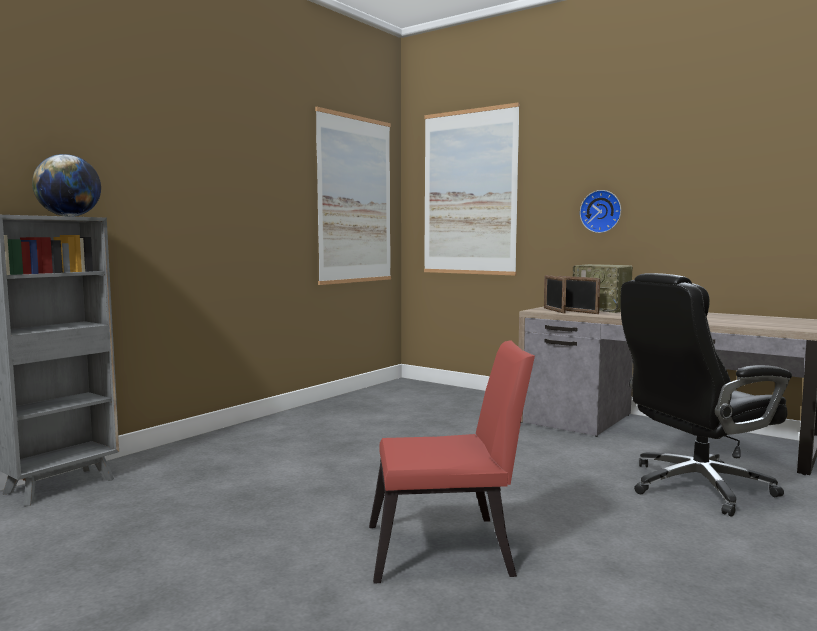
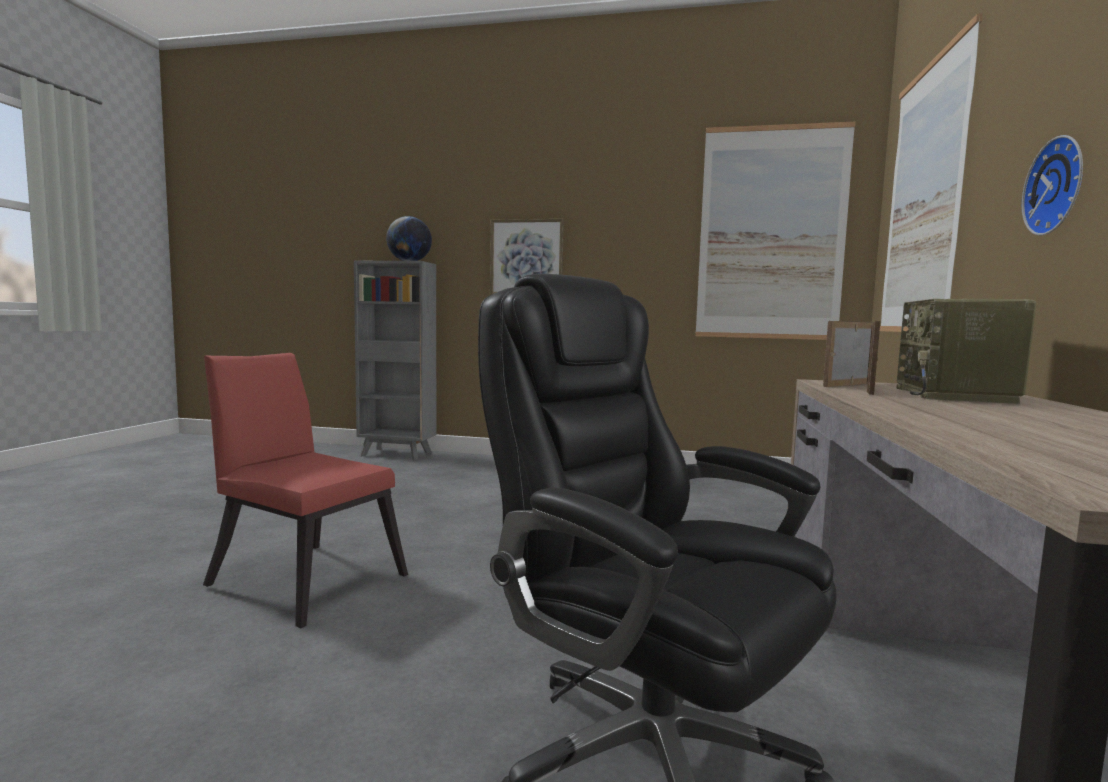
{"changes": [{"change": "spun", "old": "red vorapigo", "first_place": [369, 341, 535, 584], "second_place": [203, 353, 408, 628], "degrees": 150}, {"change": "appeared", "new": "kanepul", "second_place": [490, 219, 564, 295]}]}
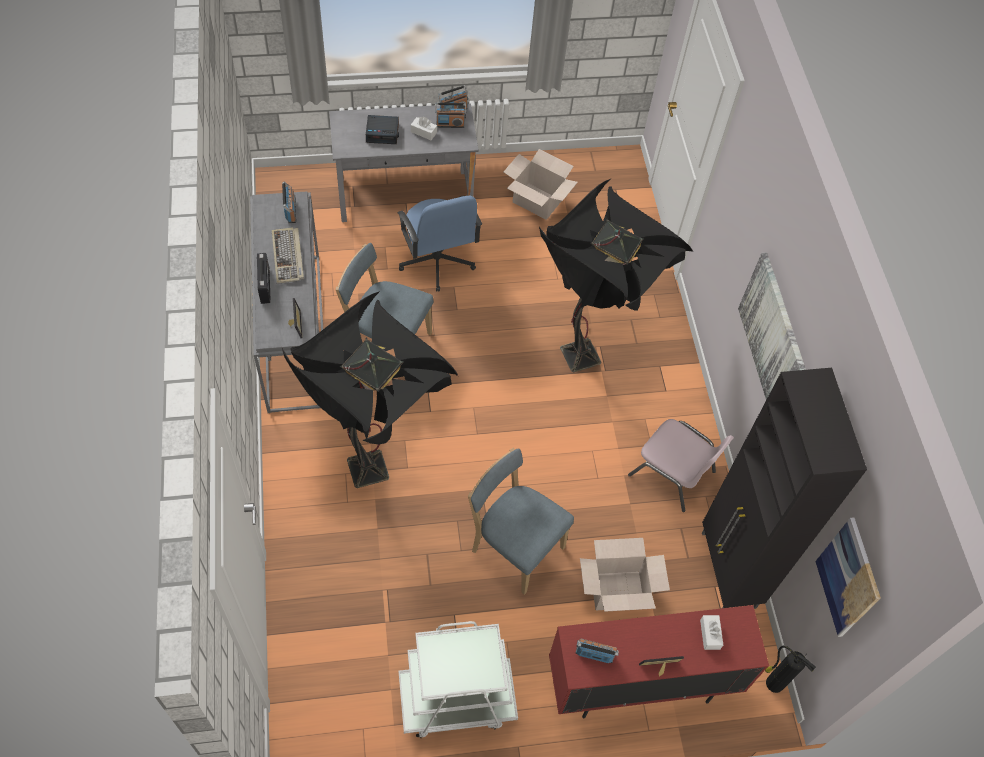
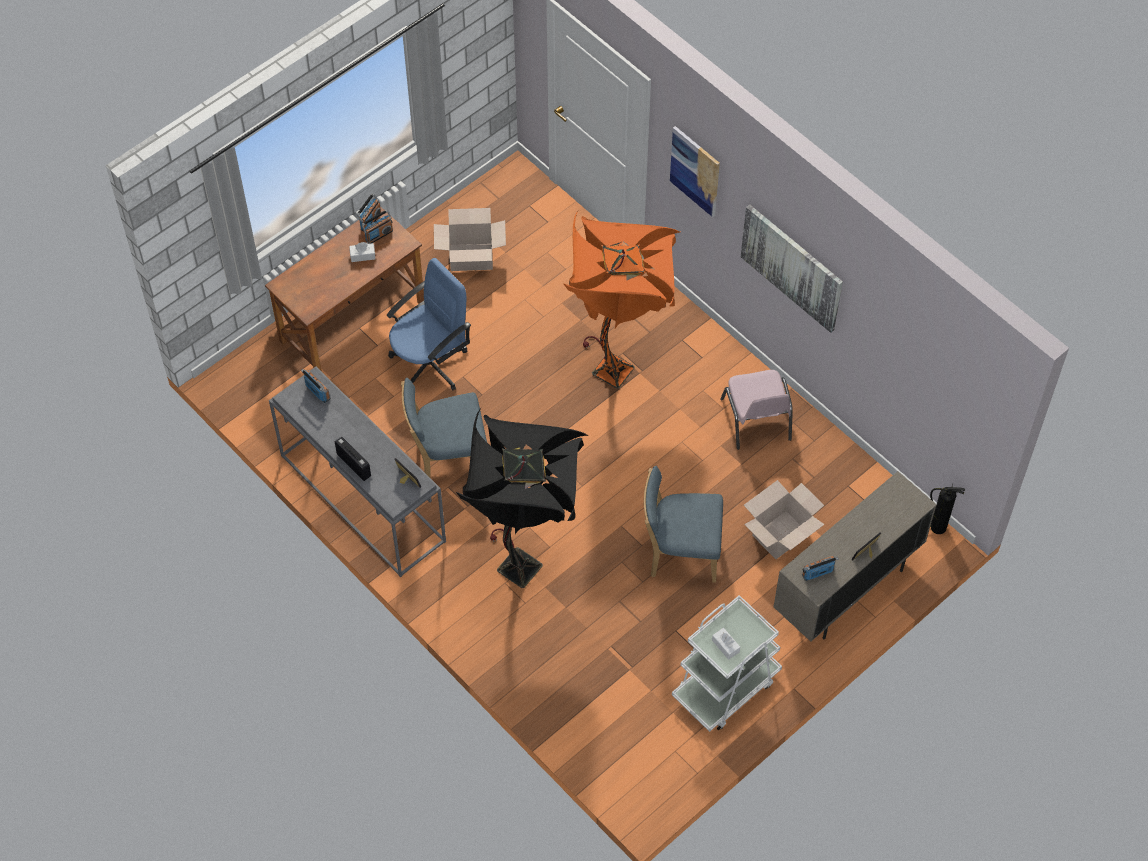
{"changes": [{"change": "colour", "old": "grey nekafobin", "new": "brown nekafobin", "first_place": [329, 103, 479, 222], "second_place": [265, 206, 424, 372]}, {"change": "spun", "old": "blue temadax", "first_place": [397, 196, 482, 292], "second_place": [387, 258, 471, 390], "degrees": -75}, {"change": "colour", "old": "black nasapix", "new": "orange nasapix", "first_place": [539, 179, 694, 372], "second_place": [563, 211, 680, 388]}, {"change": "relocated", "old": "kanepul", "first_place": [815, 517, 881, 637], "second_place": [670, 126, 720, 217]}, {"change": "relocated", "old": "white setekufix", "first_place": [700, 615, 723, 650], "second_place": [712, 628, 740, 660]}, {"change": "spun", "old": "pink vorapigo", "first_place": [628, 419, 734, 512], "second_place": [720, 370, 793, 450], "degrees": 75}, {"change": "colour", "old": "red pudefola", "new": "beige pudefola", "first_place": [549, 605, 769, 718], "second_place": [773, 471, 937, 642]}, {"change": "missing", "old": "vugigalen", "first_place": [272, 227, 304, 284]}, {"change": "missing", "old": "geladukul", "first_place": [366, 115, 399, 144]}, {"change": "missing", "old": "black pudefola", "first_place": [702, 368, 867, 609]}]}
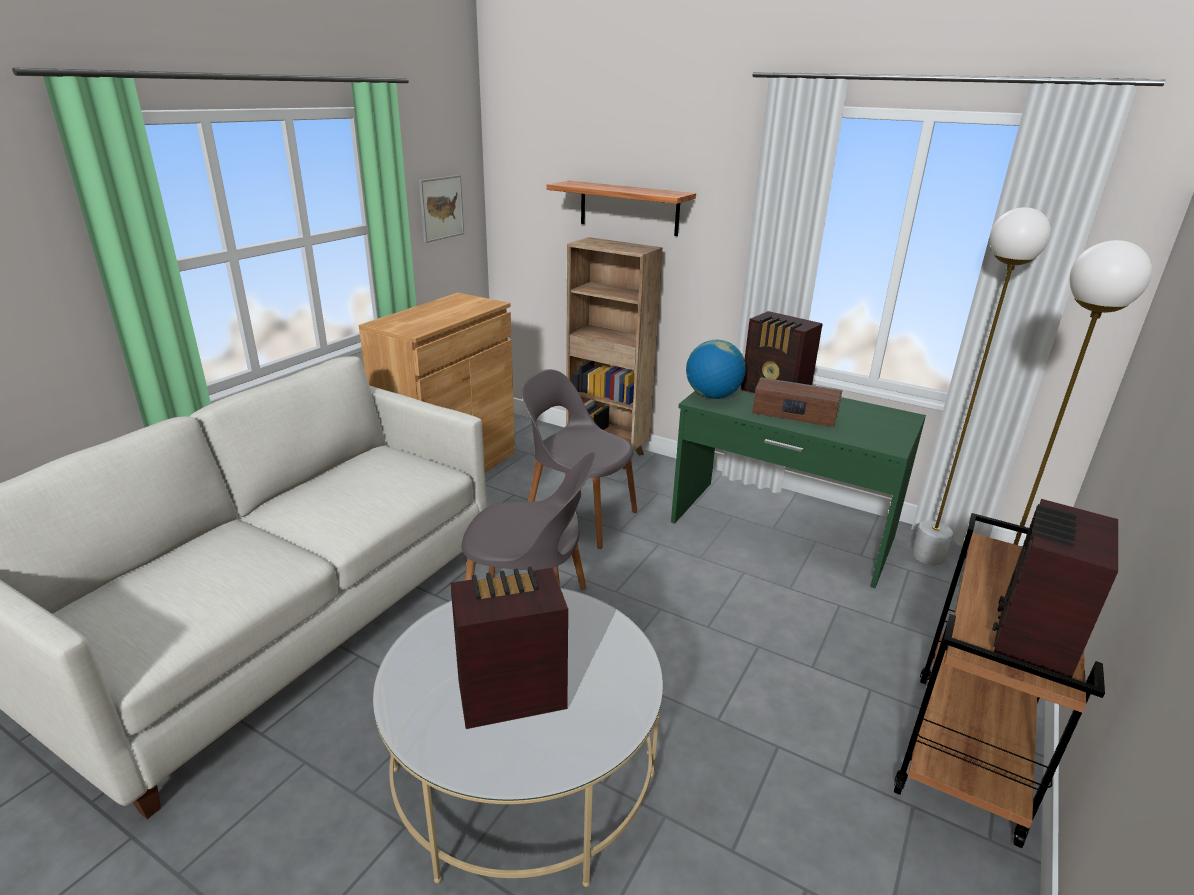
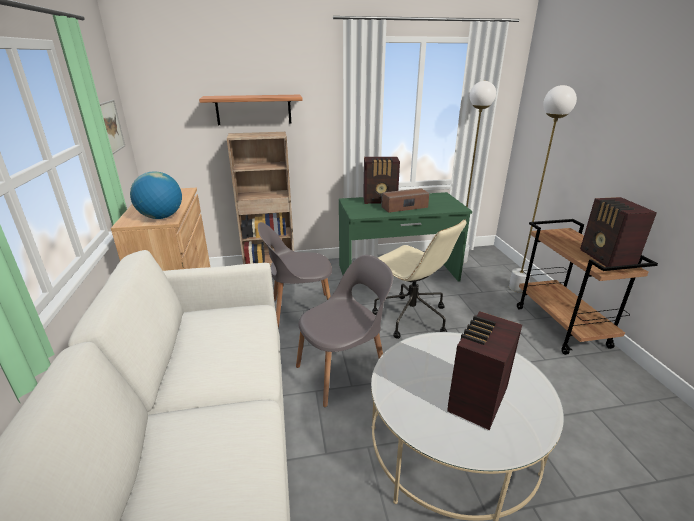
{"changes": [{"change": "relocated", "old": "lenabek", "first_place": [686, 340, 746, 399], "second_place": [130, 171, 182, 219]}, {"change": "appeared", "new": "beige temadax", "second_place": [372, 219, 467, 339]}]}
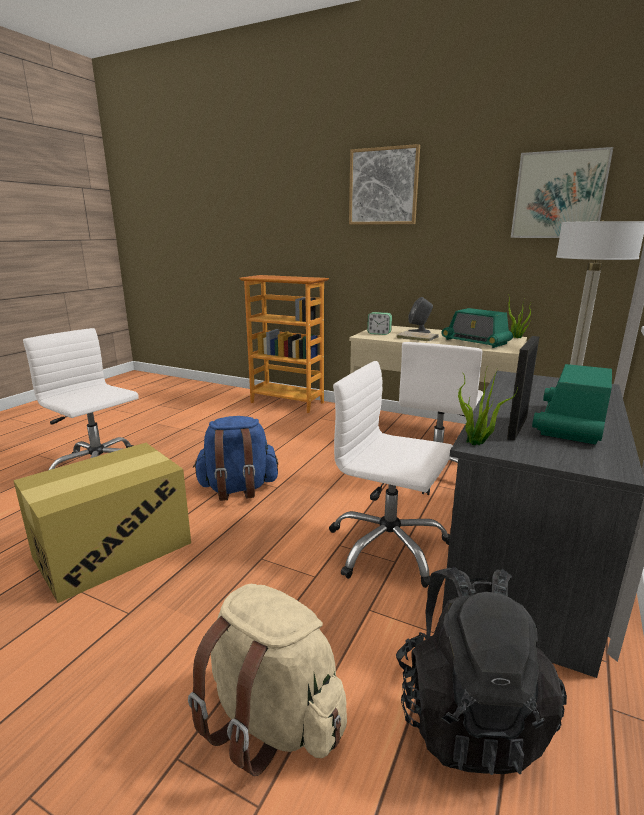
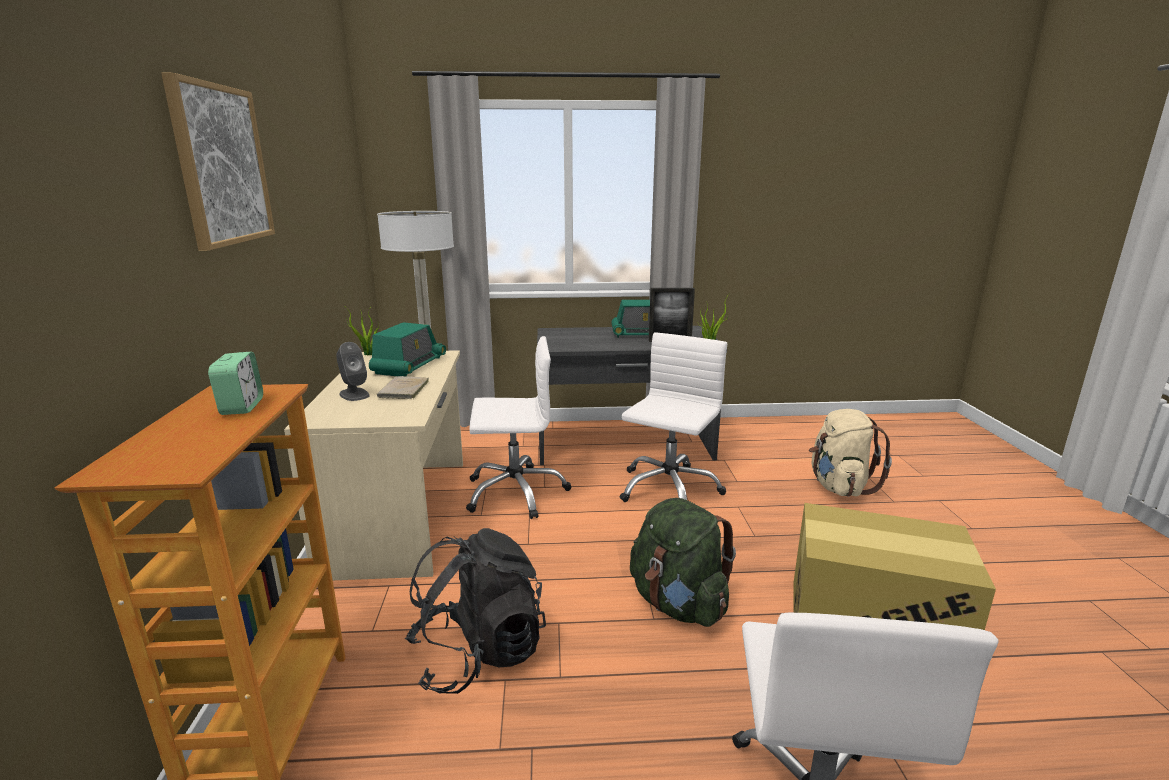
{"changes": [{"change": "relocated", "old": "geladukul", "first_place": [367, 312, 392, 335], "second_place": [208, 352, 263, 415]}, {"change": "relocated", "old": "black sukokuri", "first_place": [396, 567, 567, 775], "second_place": [405, 528, 546, 694]}, {"change": "spun", "old": "white temadax", "first_place": [329, 361, 453, 588], "second_place": [620, 332, 727, 502], "degrees": -150}, {"change": "colour", "old": "blue sukokuri", "new": "green sukokuri", "first_place": [193, 416, 278, 501], "second_place": [630, 498, 736, 627]}, {"change": "missing", "old": "kanepul", "first_place": [511, 147, 613, 238]}]}
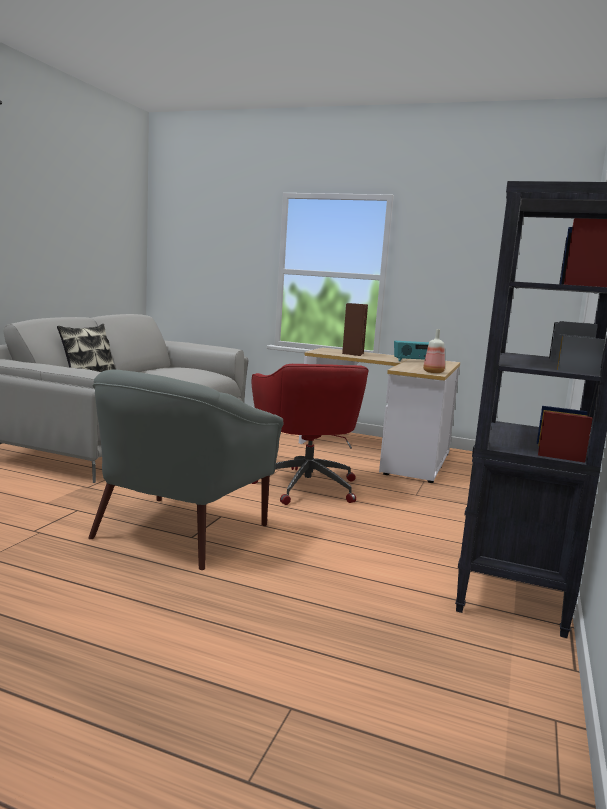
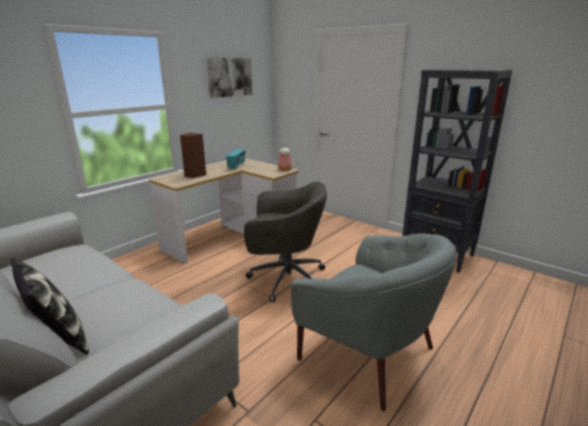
{"changes": [{"change": "appeared", "new": "kanepul", "second_place": [207, 58, 252, 98]}, {"change": "colour", "old": "red temadax", "new": "grey temadax", "first_place": [251, 364, 369, 505], "second_place": [244, 182, 327, 302]}]}
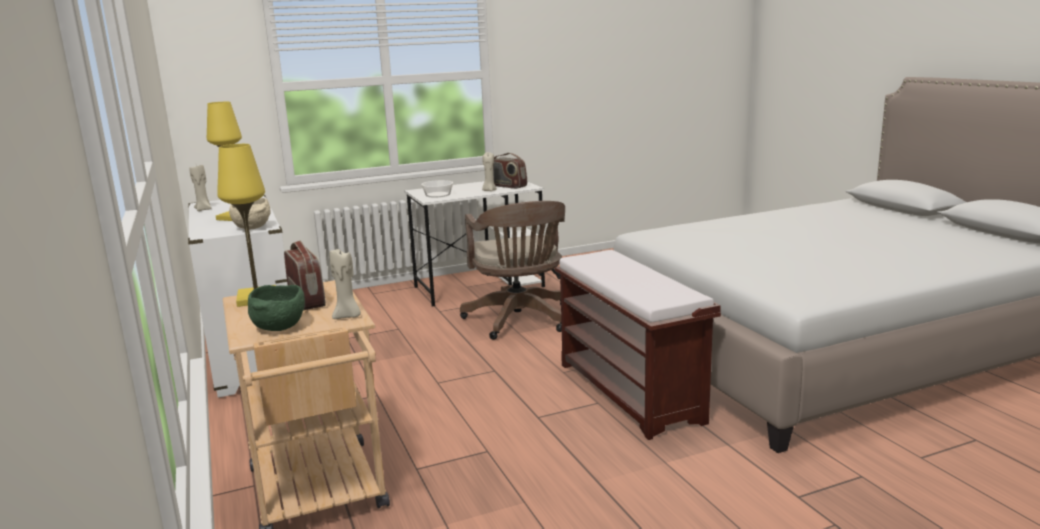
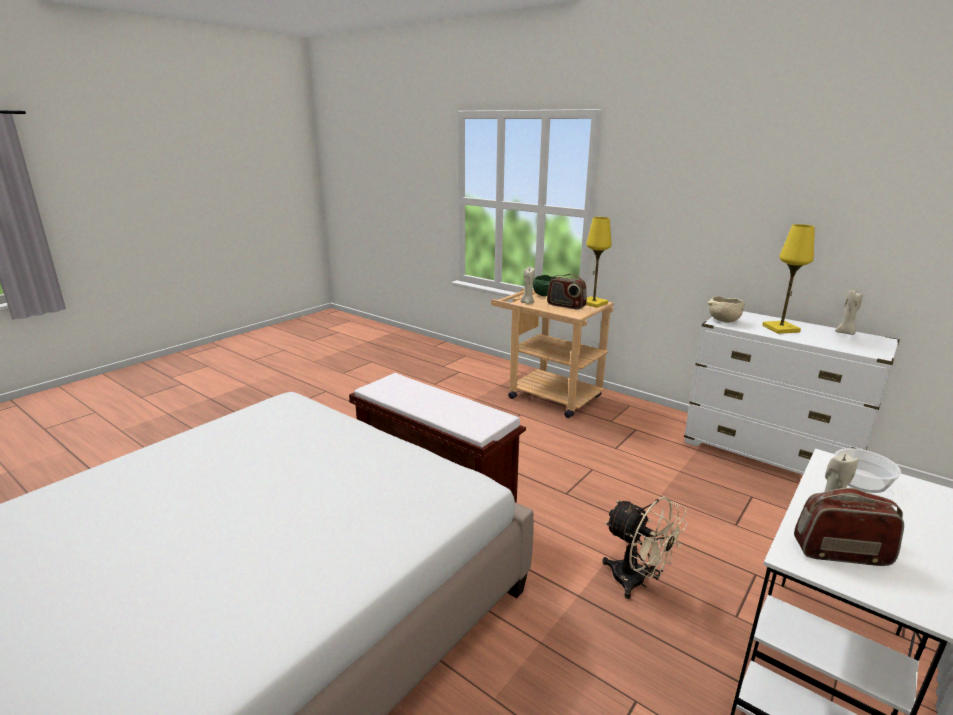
{"changes": [{"change": "exchanged", "old": "brown temadax", "new": "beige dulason", "first_place": [460, 201, 565, 340], "second_place": [602, 496, 687, 599]}]}
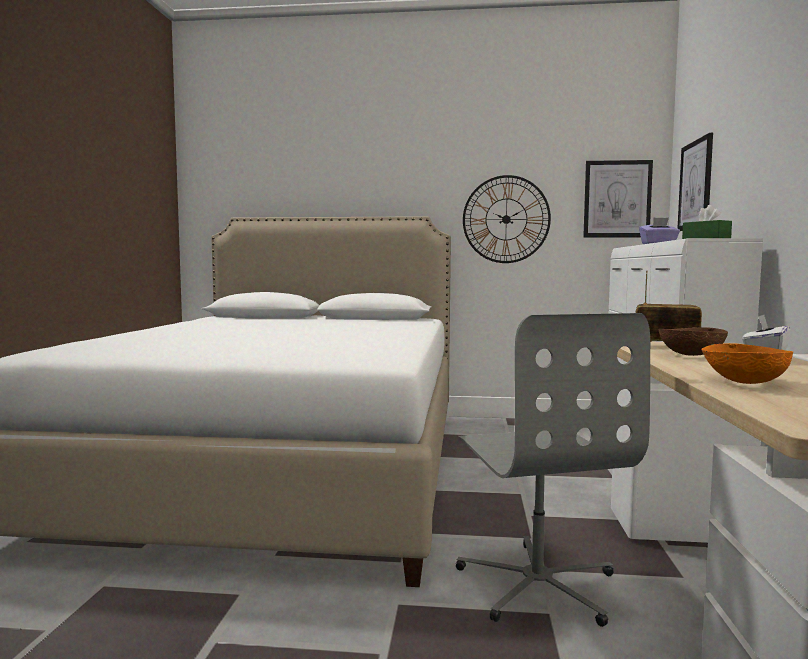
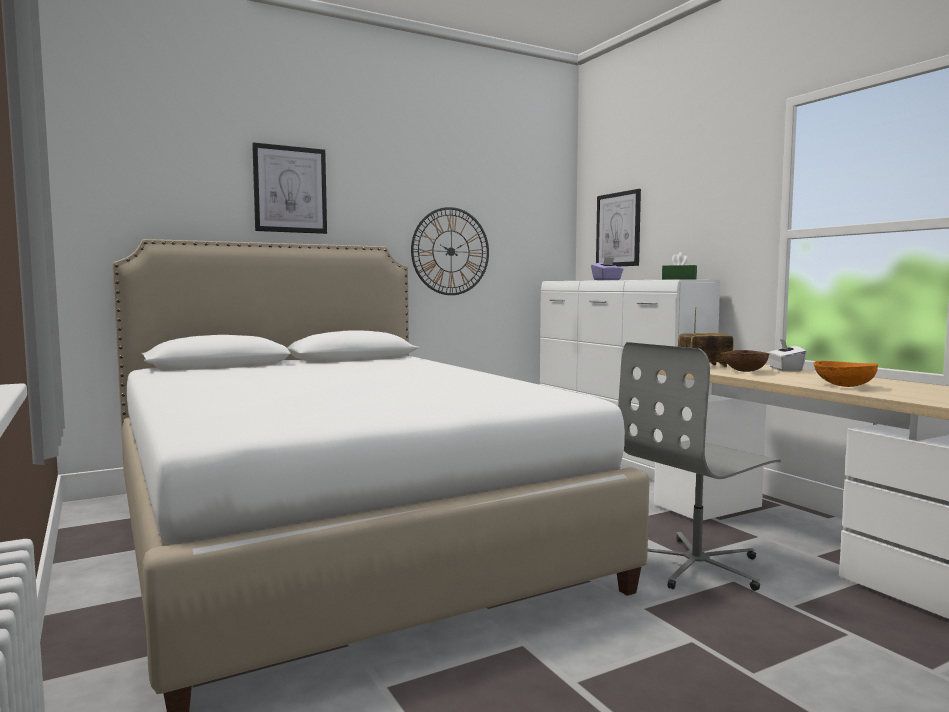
{"changes": [{"change": "relocated", "old": "kanepul", "first_place": [583, 160, 653, 238], "second_place": [252, 142, 327, 234]}, {"change": "spun", "old": "grey temadax", "first_place": [456, 313, 650, 627], "second_place": [618, 342, 781, 591], "degrees": 105}]}
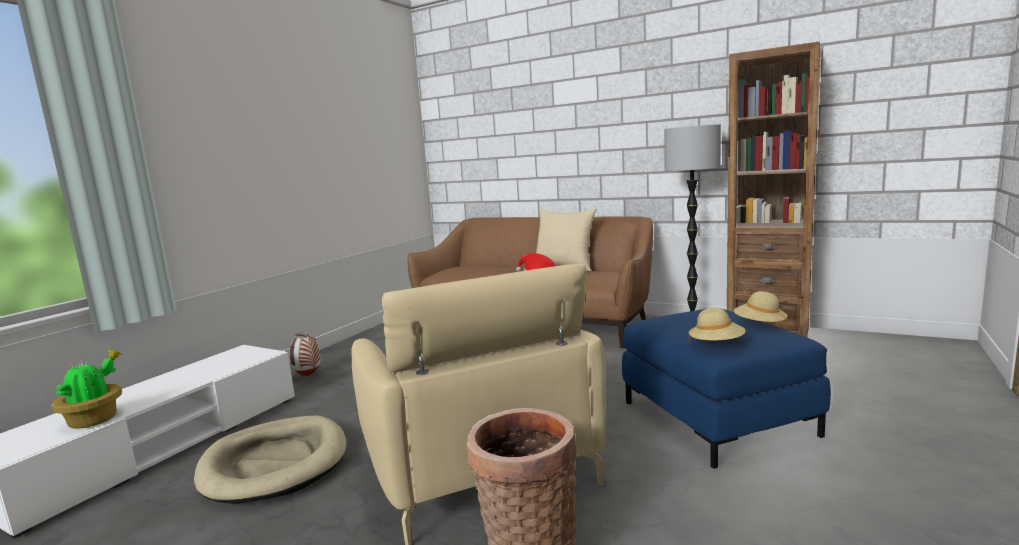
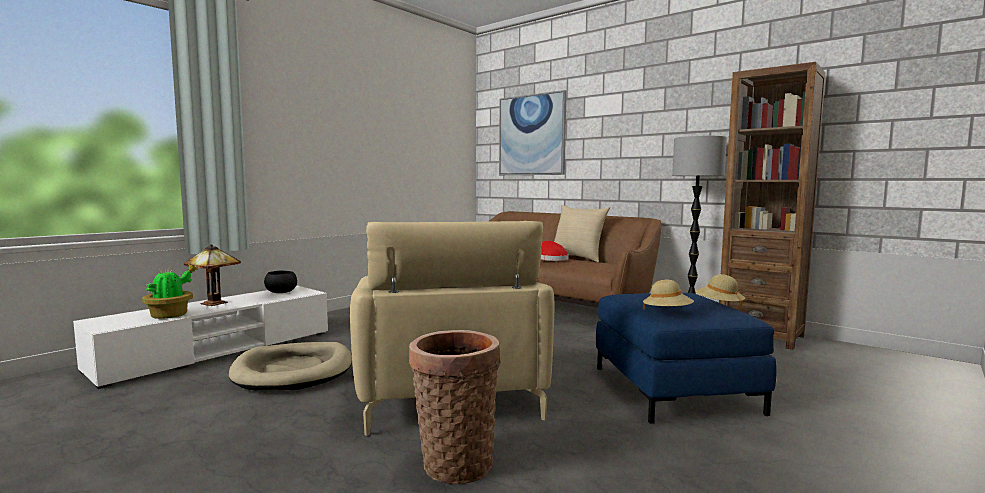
{"changes": [{"change": "appeared", "new": "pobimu", "second_place": [184, 244, 241, 306]}, {"change": "appeared", "new": "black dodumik", "second_place": [264, 271, 297, 293]}, {"change": "appeared", "new": "kanepul", "second_place": [499, 90, 567, 175]}, {"change": "missing", "old": "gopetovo", "first_place": [289, 332, 321, 376]}]}
